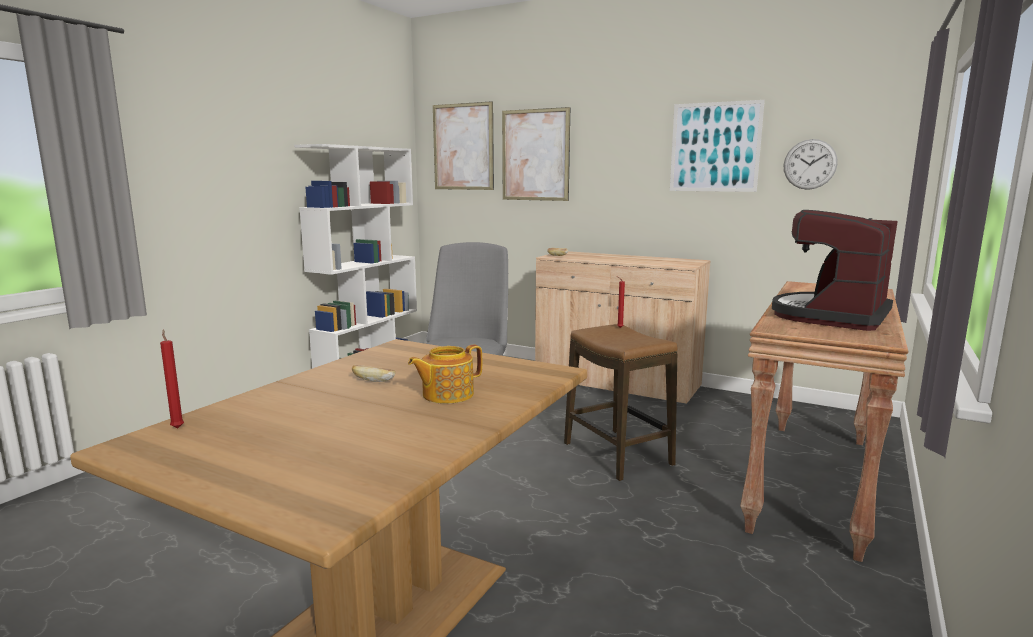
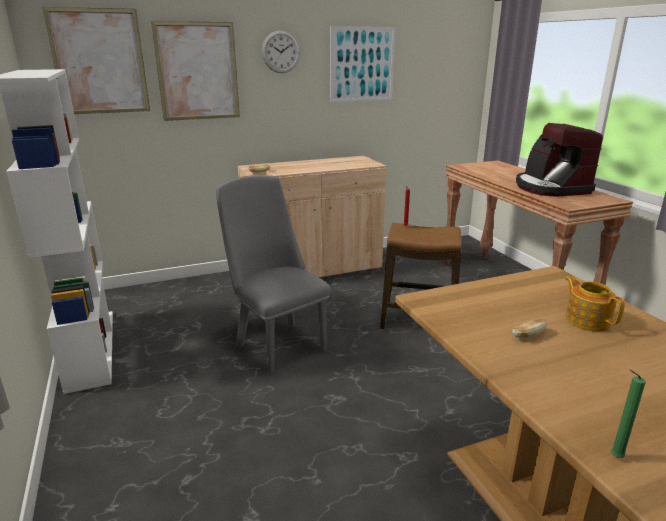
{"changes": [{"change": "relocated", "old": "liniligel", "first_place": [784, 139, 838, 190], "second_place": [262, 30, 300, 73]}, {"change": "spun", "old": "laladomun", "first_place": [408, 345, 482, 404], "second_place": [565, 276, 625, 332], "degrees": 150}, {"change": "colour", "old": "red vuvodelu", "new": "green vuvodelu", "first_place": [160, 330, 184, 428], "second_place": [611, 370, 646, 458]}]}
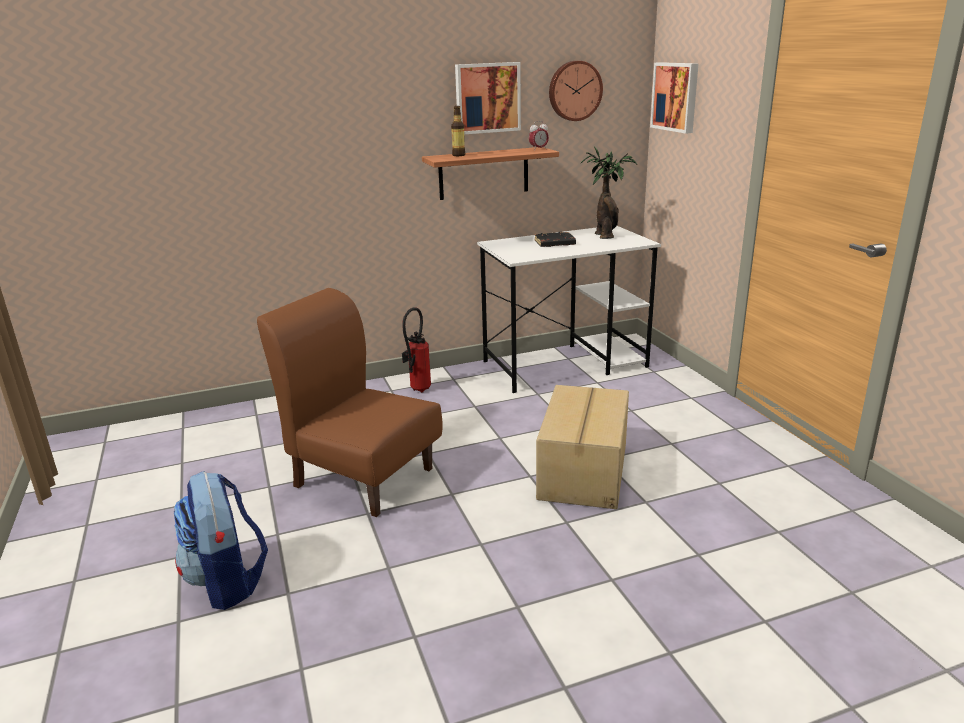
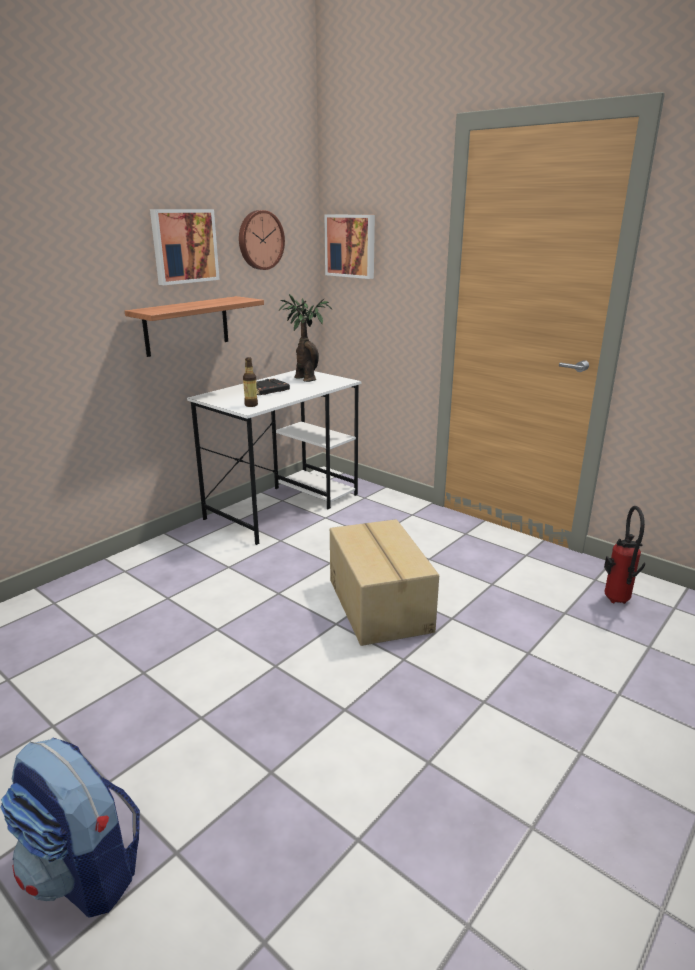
{"changes": [{"change": "relocated", "old": "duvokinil", "first_place": [451, 106, 465, 156], "second_place": [243, 357, 258, 407]}, {"change": "relocated", "old": "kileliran", "first_place": [402, 307, 431, 393], "second_place": [604, 506, 645, 604]}, {"change": "missing", "old": "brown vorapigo", "first_place": [257, 288, 443, 517]}, {"change": "missing", "old": "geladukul", "first_place": [529, 121, 549, 151]}]}
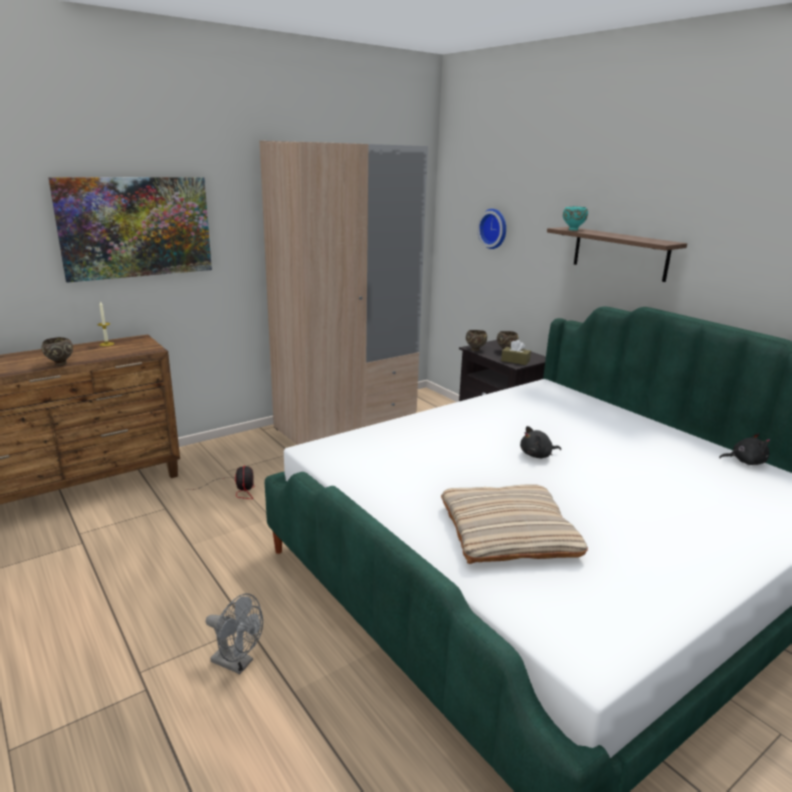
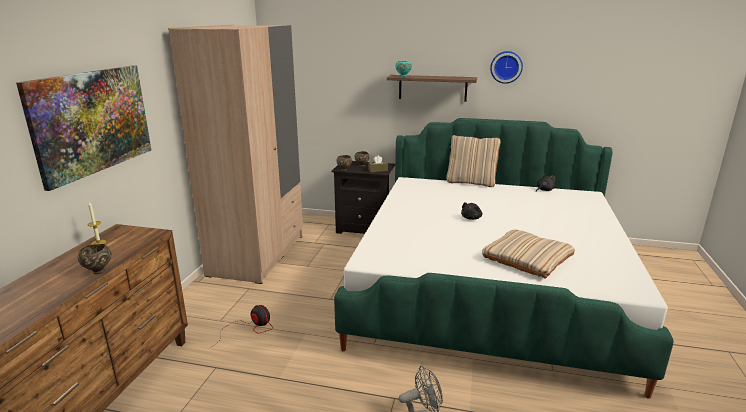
{"changes": [{"change": "appeared", "new": "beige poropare", "second_place": [446, 135, 501, 187]}, {"change": "relocated", "old": "liniligel", "first_place": [477, 209, 506, 249], "second_place": [490, 51, 523, 84]}]}
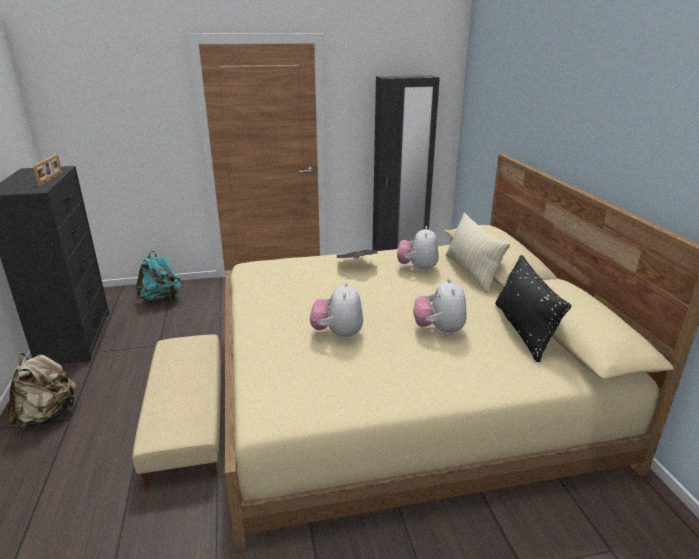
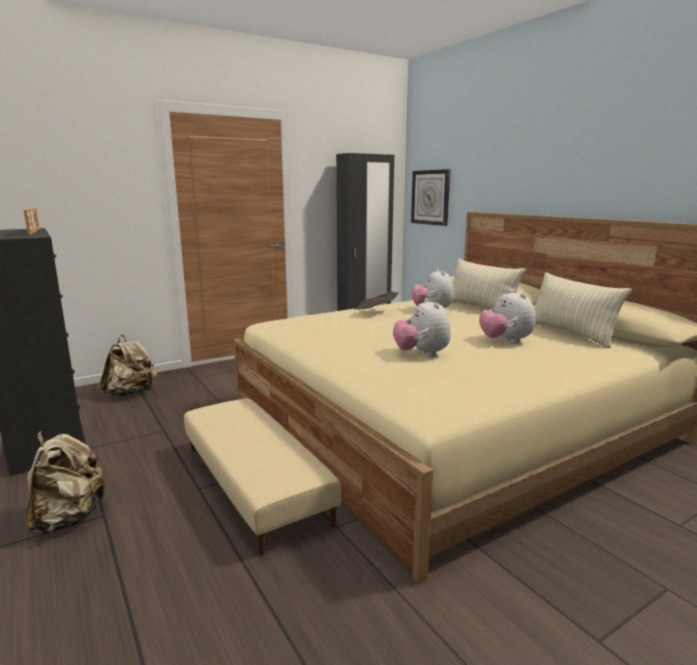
{"changes": [{"change": "colour", "old": "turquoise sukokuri", "new": "beige sukokuri", "first_place": [136, 251, 181, 303], "second_place": [100, 335, 157, 396]}, {"change": "appeared", "new": "liniligel", "second_place": [411, 169, 450, 226]}, {"change": "colour", "old": "black poropare", "new": "beige poropare", "first_place": [495, 255, 571, 362], "second_place": [534, 272, 631, 348]}]}
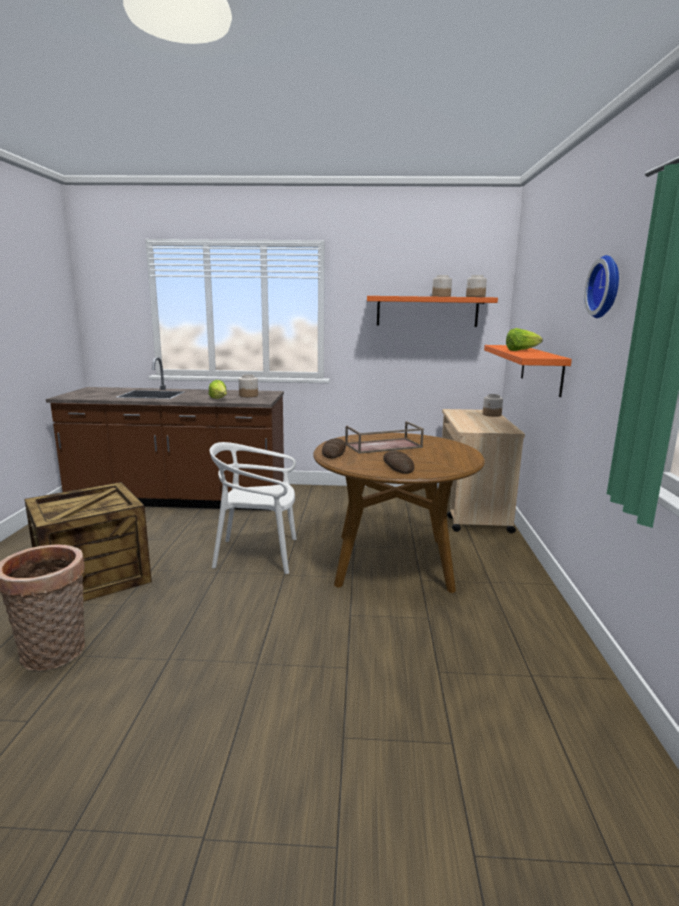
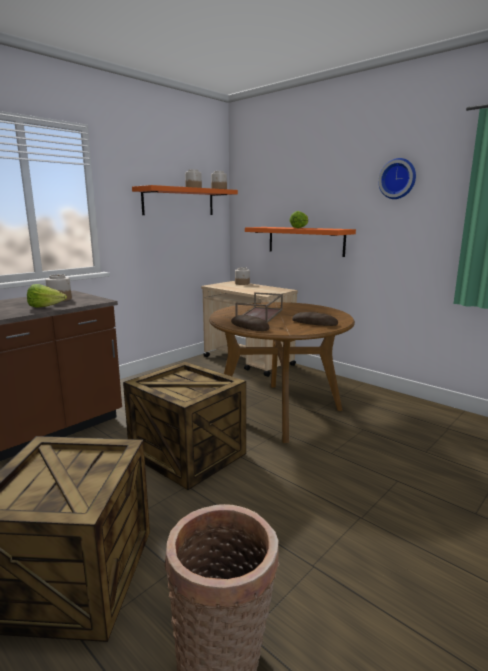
{"changes": [{"change": "exchanged", "old": "white vorapigo", "new": "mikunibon", "first_place": [210, 442, 297, 574], "second_place": [123, 362, 246, 490]}]}
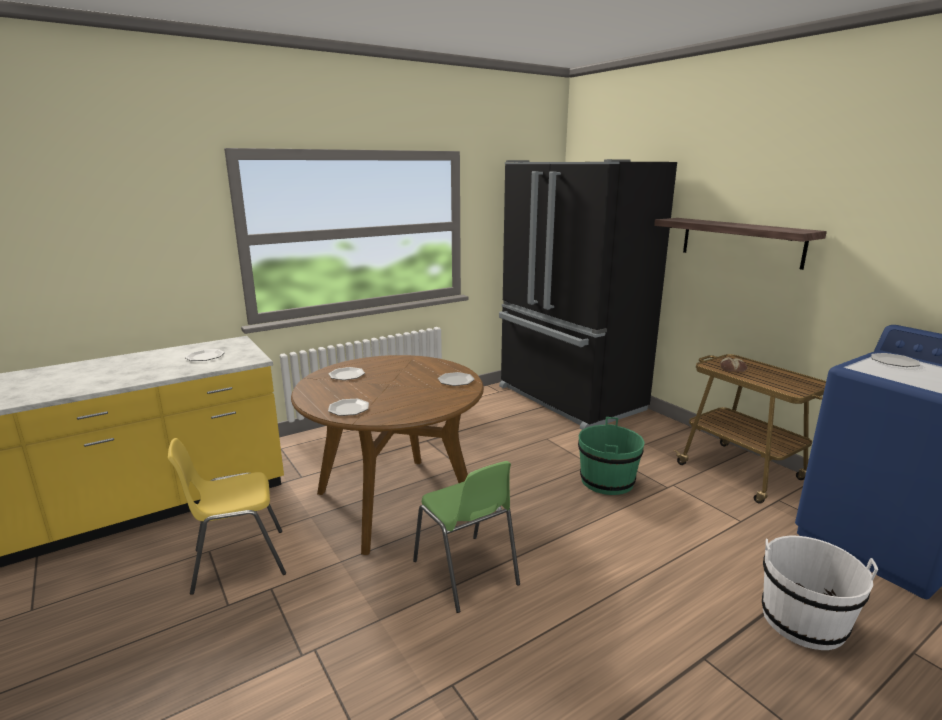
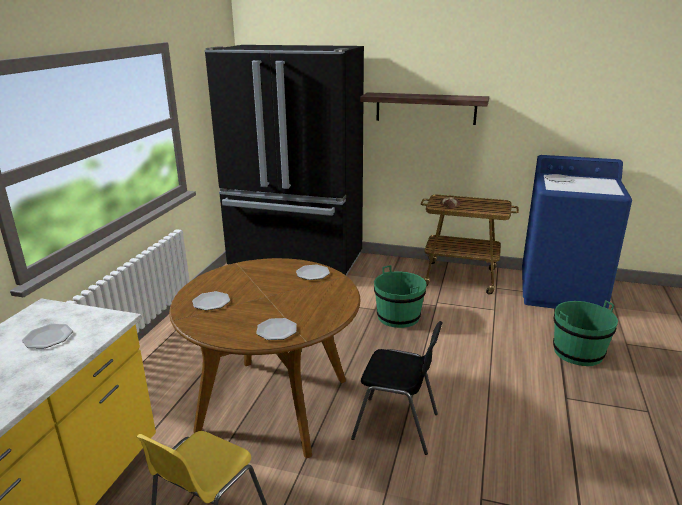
{"changes": [{"change": "colour", "old": "green vorapigo", "new": "black vorapigo", "first_place": [413, 461, 520, 613], "second_place": [351, 321, 443, 455]}, {"change": "colour", "old": "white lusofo", "new": "green lusofo", "first_place": [762, 535, 878, 650], "second_place": [553, 300, 618, 366]}]}
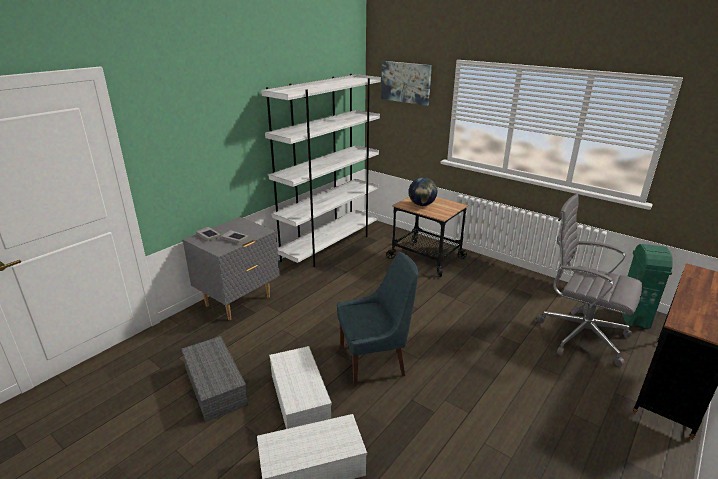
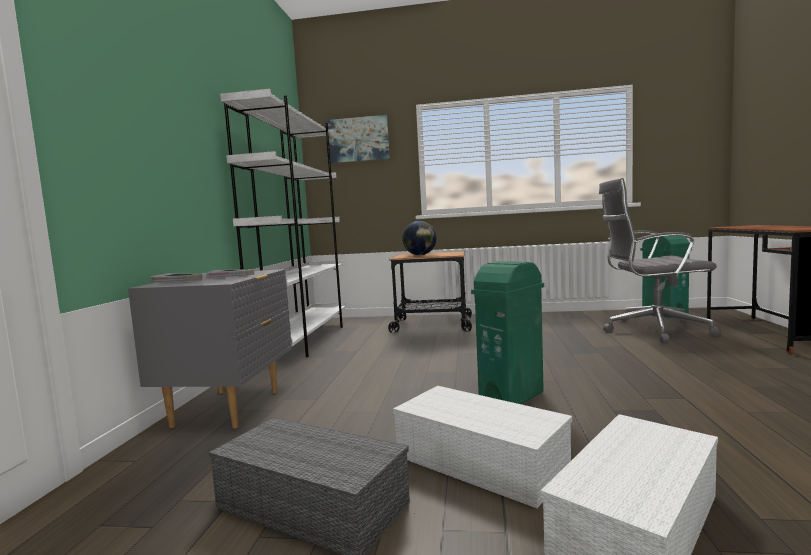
{"changes": [{"change": "exchanged", "old": "blue vorapigo", "new": "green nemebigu", "first_place": [337, 252, 418, 386], "second_place": [471, 261, 544, 404]}]}
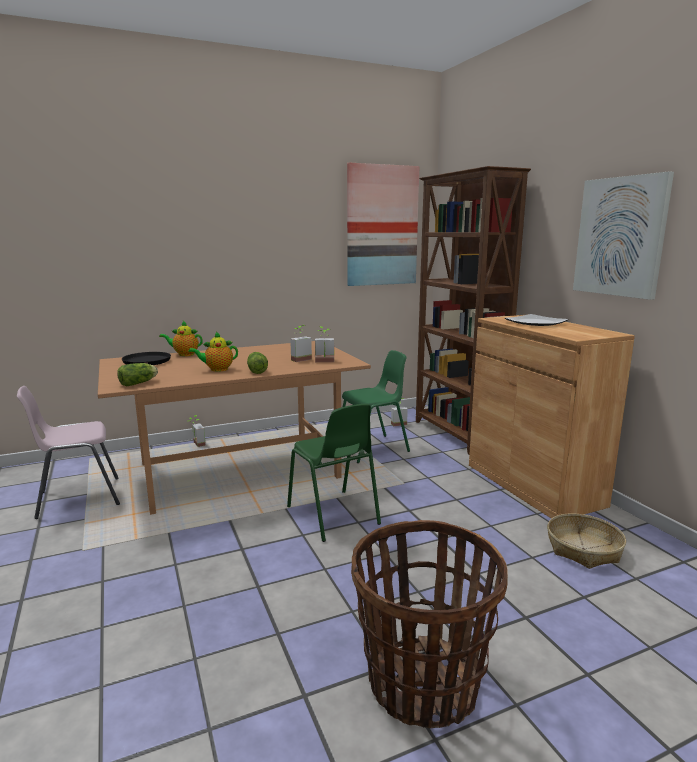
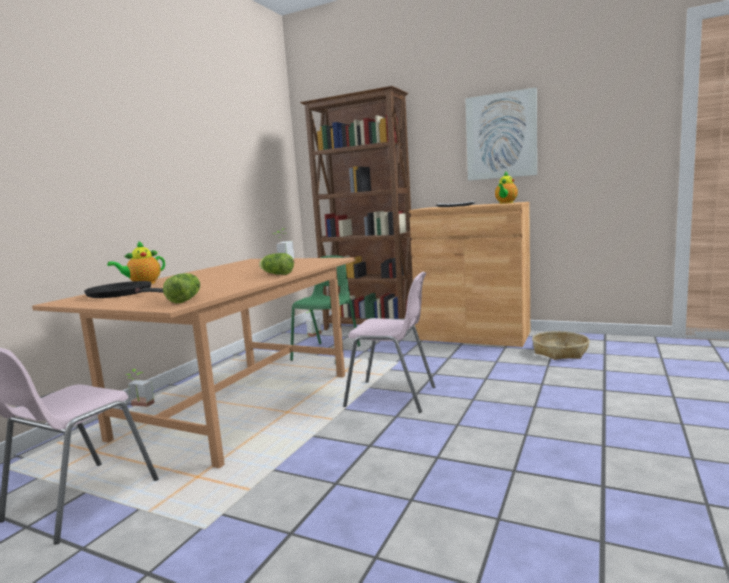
{"changes": [{"change": "colour", "old": "green vorapigo", "new": "pink vorapigo", "first_place": [287, 404, 381, 542], "second_place": [343, 272, 435, 413]}, {"change": "relocated", "old": "laladomun", "first_place": [189, 332, 238, 372], "second_place": [495, 171, 518, 204]}, {"change": "missing", "old": "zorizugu", "first_place": [315, 326, 334, 362]}, {"change": "missing", "old": "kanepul", "first_place": [347, 163, 420, 286]}, {"change": "missing", "old": "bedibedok", "first_place": [351, 520, 508, 728]}]}
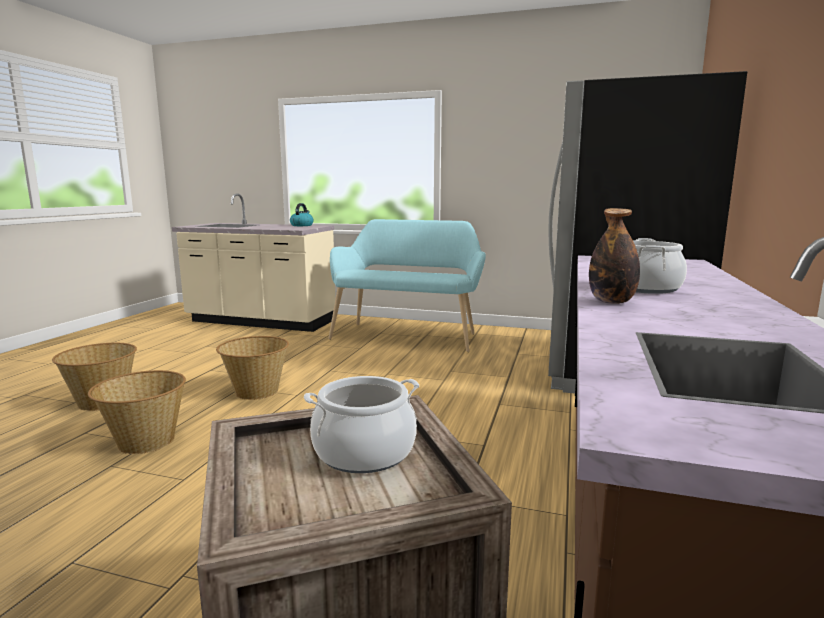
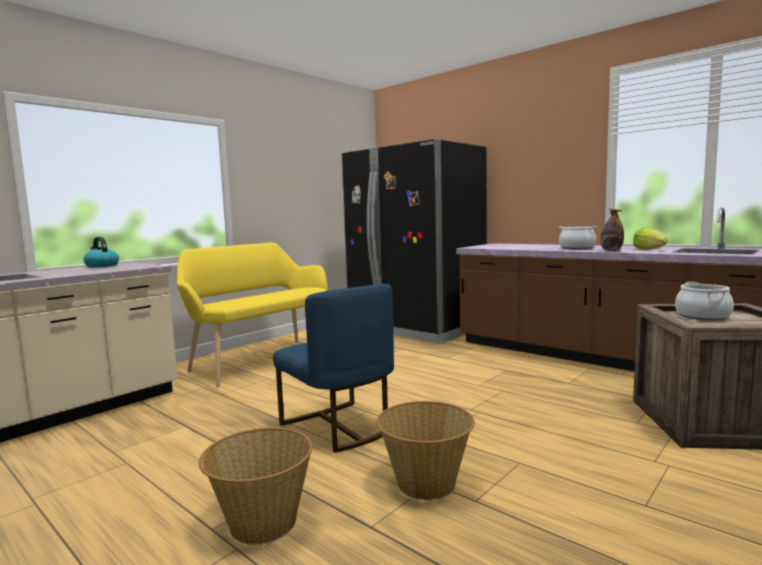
{"changes": [{"change": "colour", "old": "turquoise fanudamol", "new": "yellow fanudamol", "first_place": [328, 219, 486, 352], "second_place": [177, 243, 327, 387]}, {"change": "exchanged", "old": "bedibedok", "new": "blue vorapigo", "first_place": [216, 336, 289, 400], "second_place": [273, 284, 394, 453]}, {"change": "appeared", "new": "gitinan", "second_place": [633, 228, 668, 250]}]}
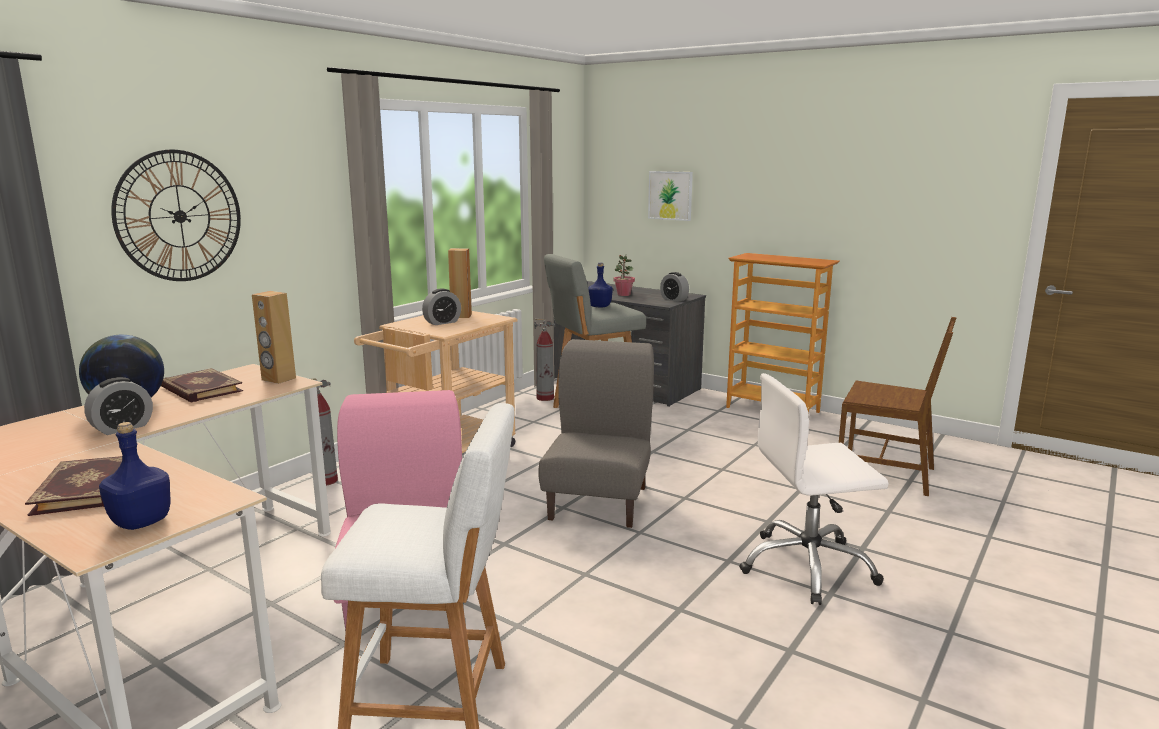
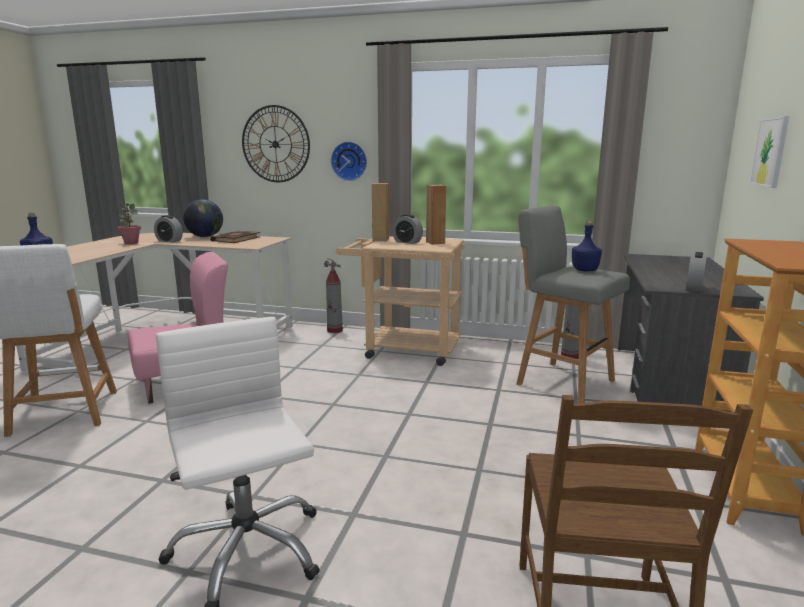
{"changes": [{"change": "relocated", "old": "zorizugu", "first_place": [614, 255, 635, 296], "second_place": [118, 203, 141, 244]}, {"change": "appeared", "new": "liniligel", "second_place": [331, 141, 367, 181]}, {"change": "relocated", "old": "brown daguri", "first_place": [252, 291, 296, 384], "second_place": [372, 183, 389, 241]}, {"change": "missing", "old": "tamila", "first_place": [25, 456, 122, 516]}, {"change": "missing", "old": "grey vorapigo", "first_place": [539, 339, 654, 528]}]}
